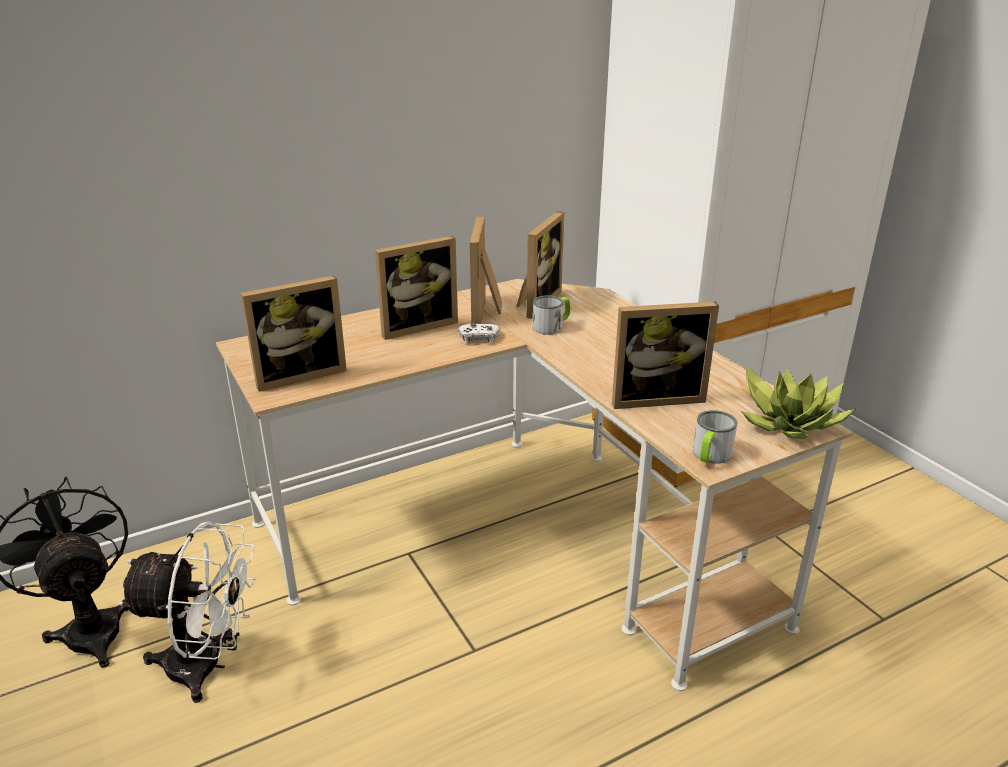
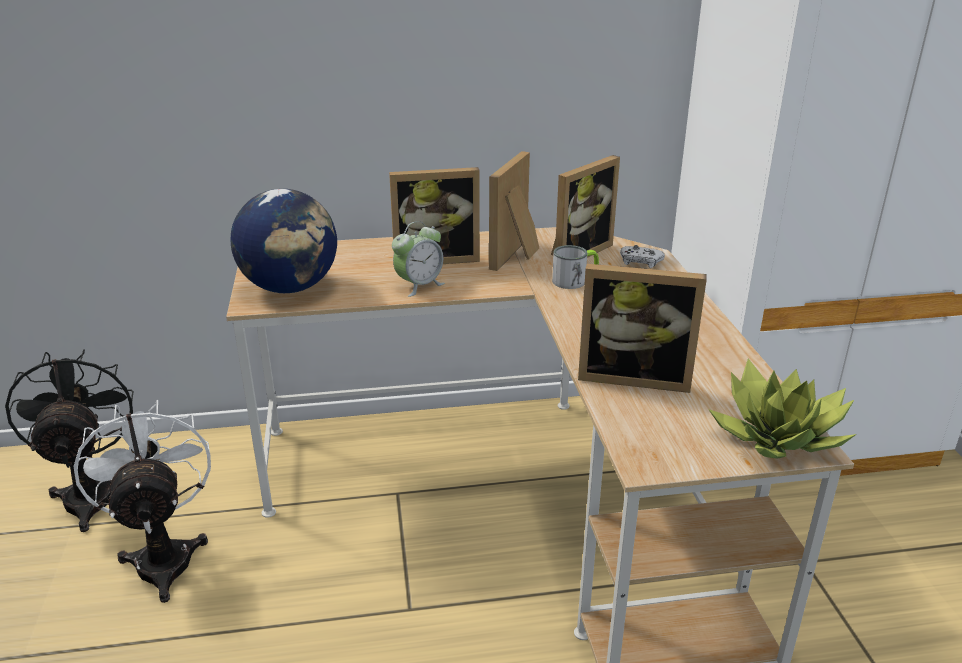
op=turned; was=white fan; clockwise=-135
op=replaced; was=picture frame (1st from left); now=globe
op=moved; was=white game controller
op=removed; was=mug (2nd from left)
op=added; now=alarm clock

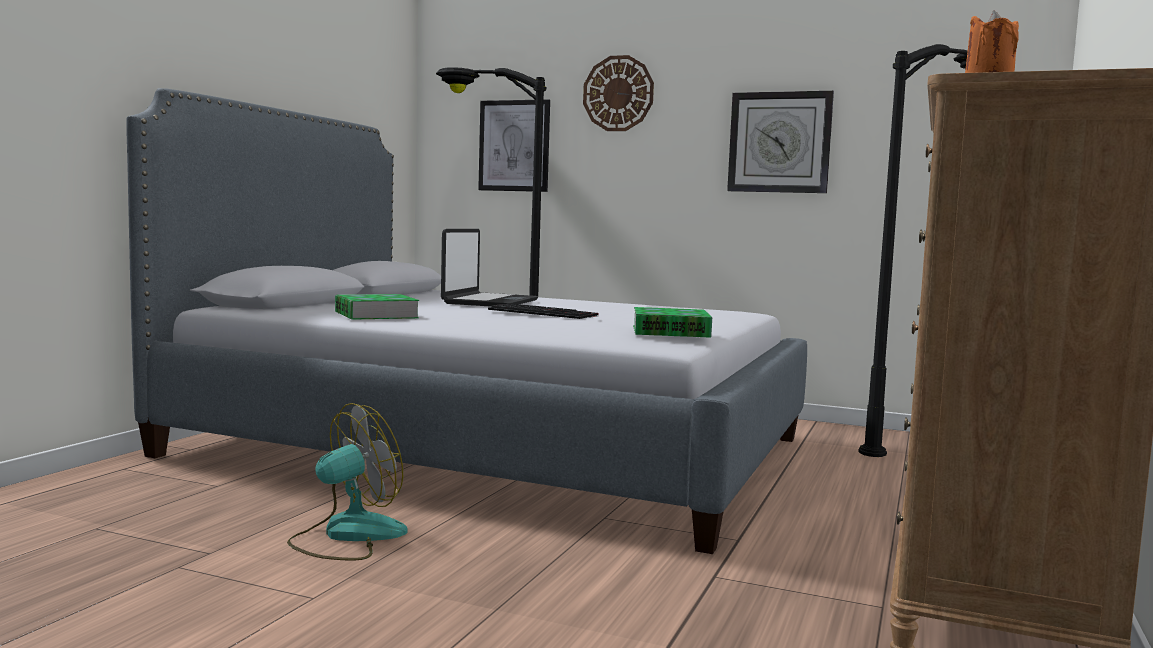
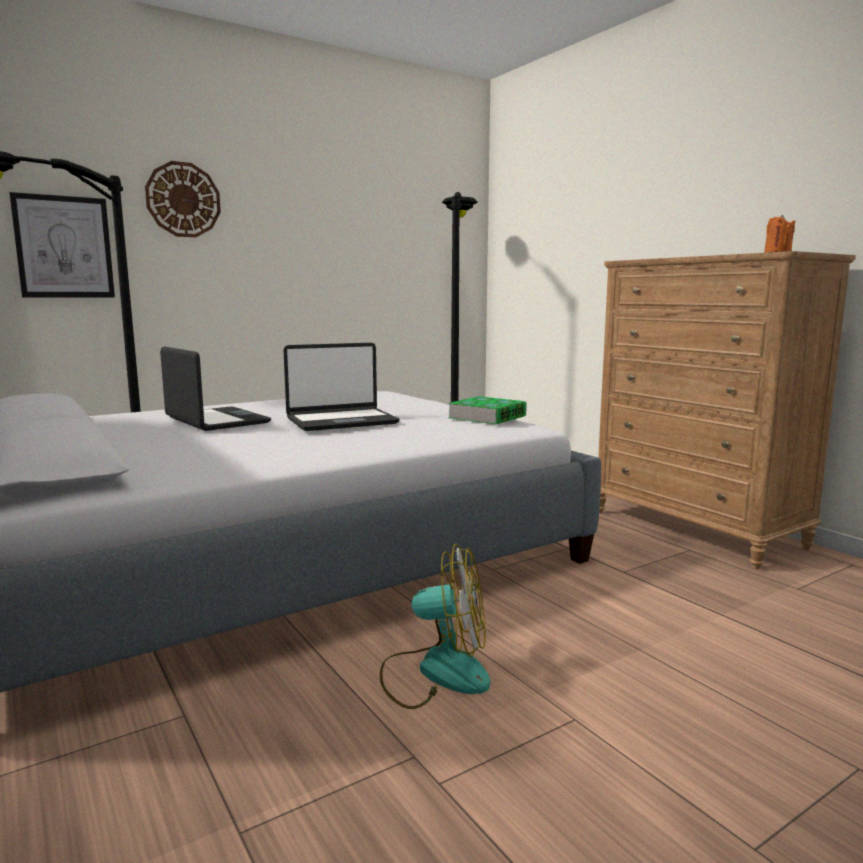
op=turned; was=fan; clockwise=105
op=removed; was=book (1st from left)
op=replaced; was=keyboard; now=laptop (2nd from left)
op=removed; was=wall clock (2nd from left)

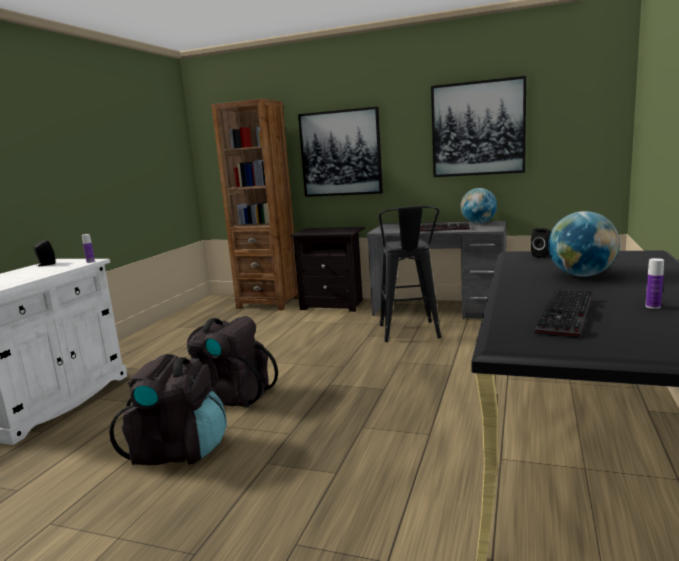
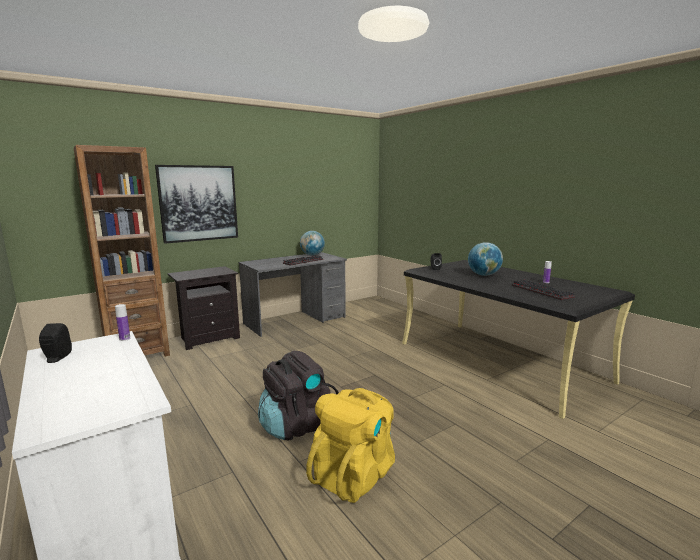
op=recoloured; was=black backpack (1st from left); now=yellow backpack
op=removed; was=black stool
op=removed; was=picture (2nd from left)

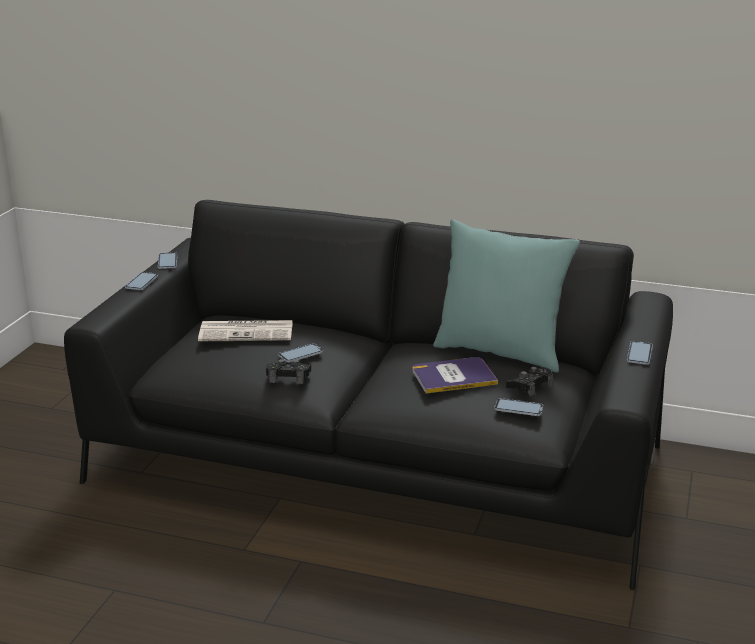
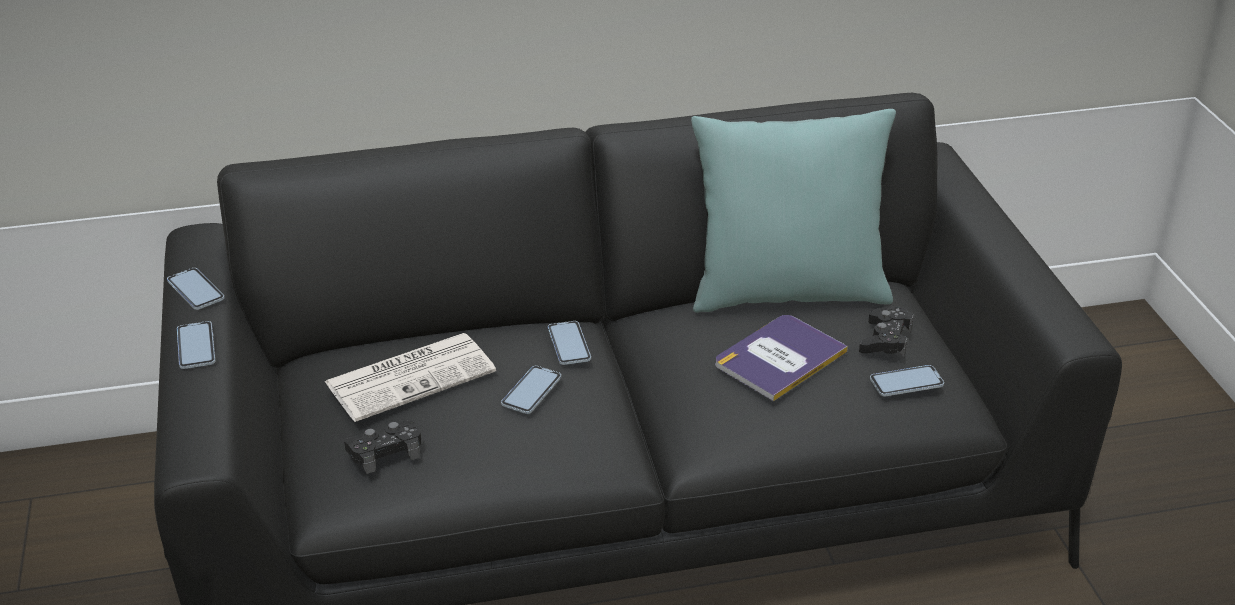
op=moved; was=black game controller (1st from left)
op=moved; was=phone (5th from left in the first image); now=phone (4th from left)

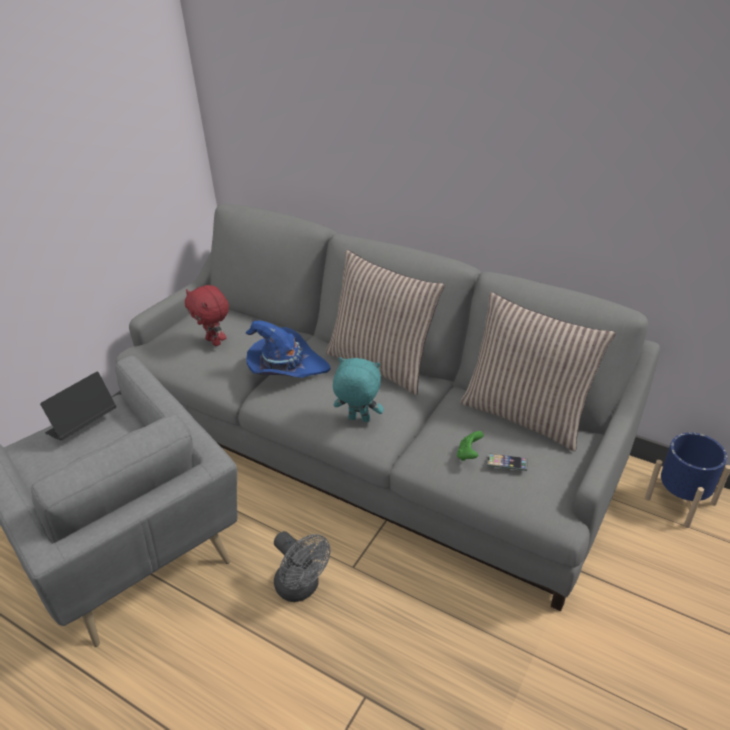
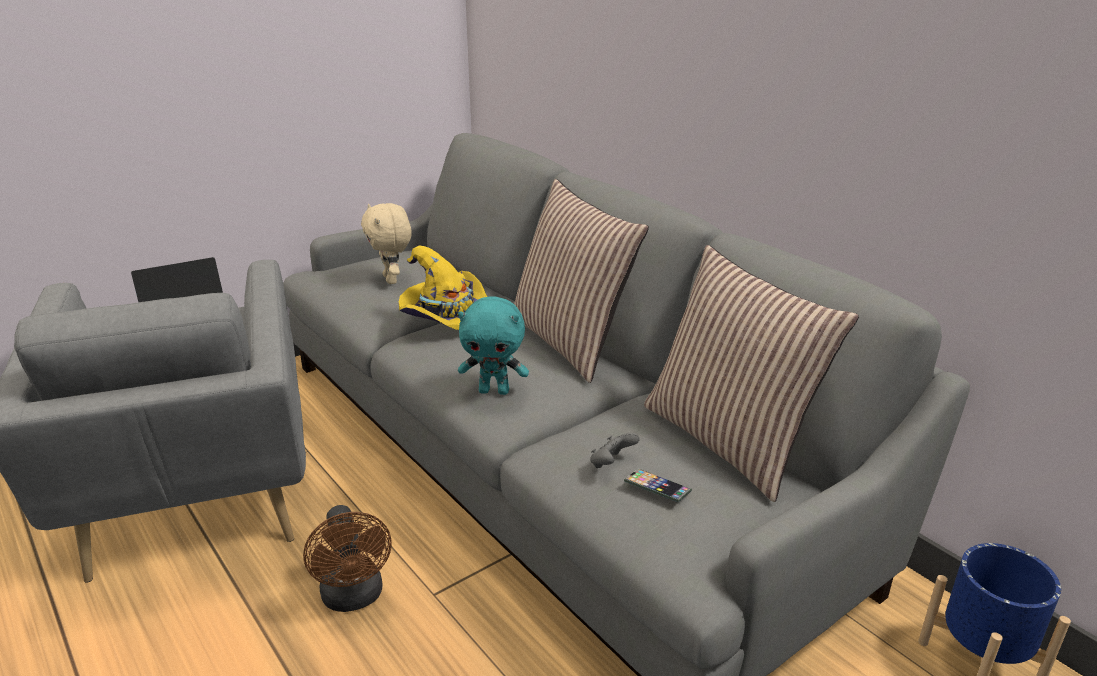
op=recoloured; was=red plush toy; now=beige plush toy
op=recoloured; was=blue hat; now=yellow hat
op=recoloured; was=grey fan; now=brown fan
op=turned; was=turquoise plush toy; clockwise=150
op=recoloured; was=green game controller; now=grey game controller

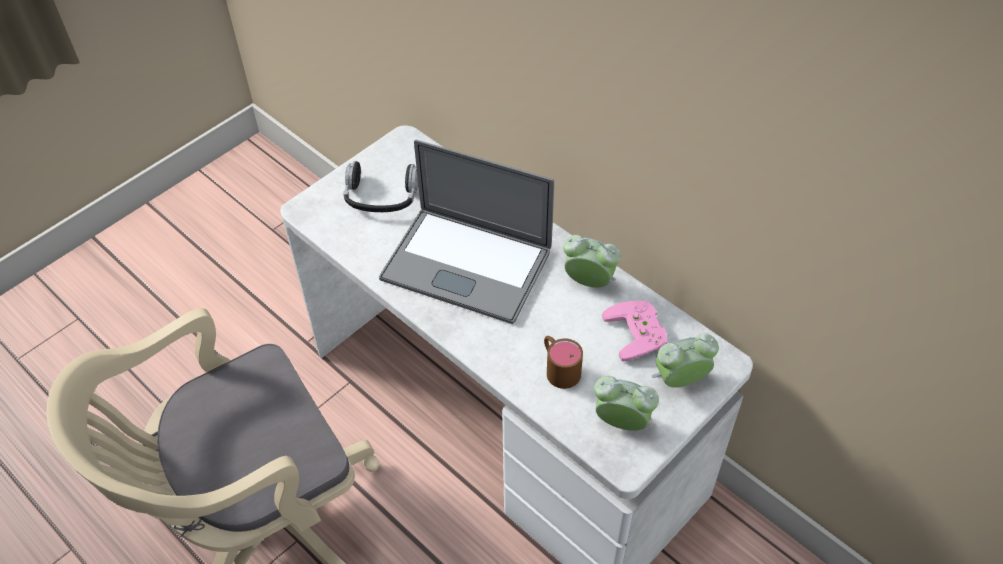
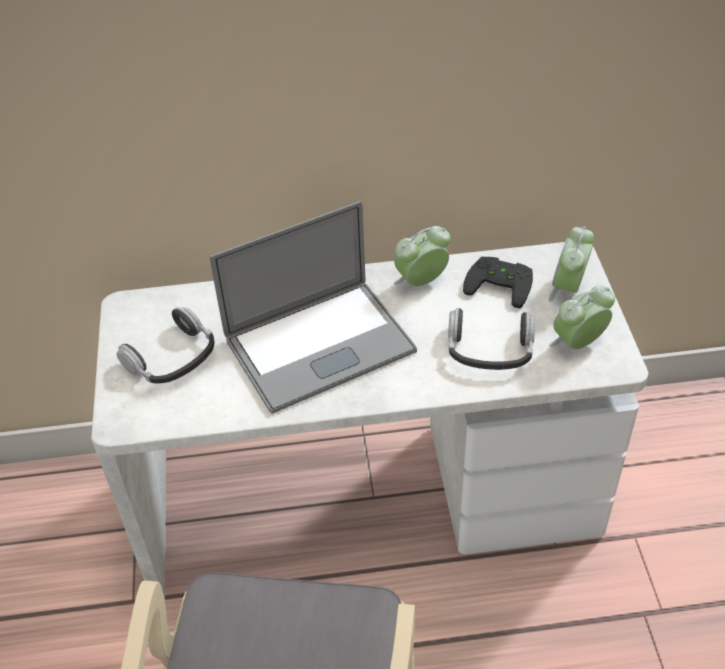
op=replaced; was=brown mug; now=headphones (2nd from left)
op=recoloured; was=pink game controller; now=black game controller

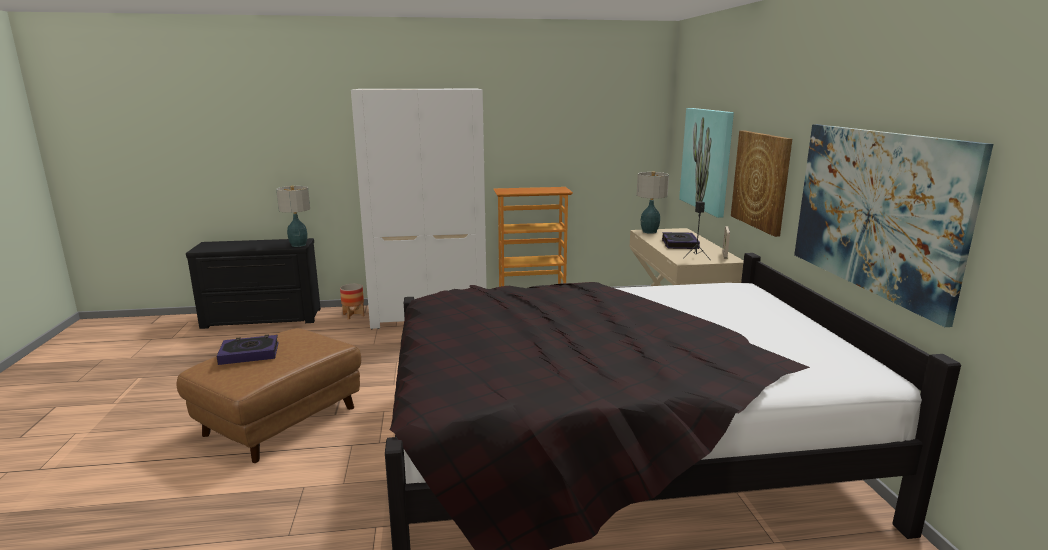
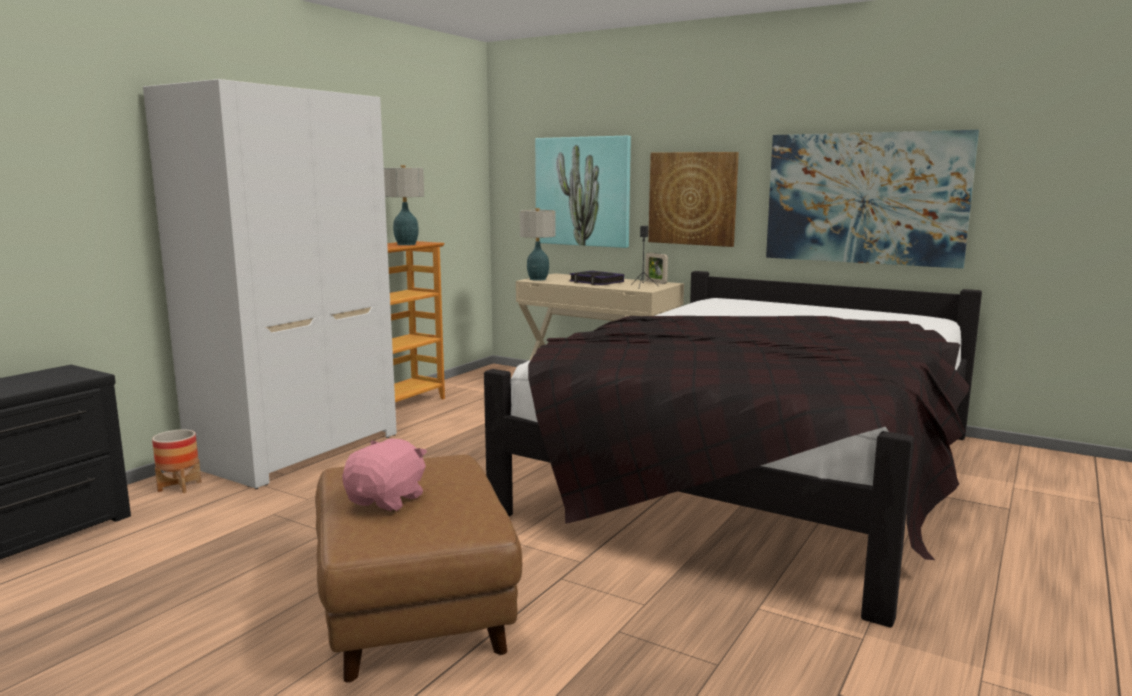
op=replaced; was=book (1st from left); now=pink plush toy
op=moved; was=table lamp (1st from left)

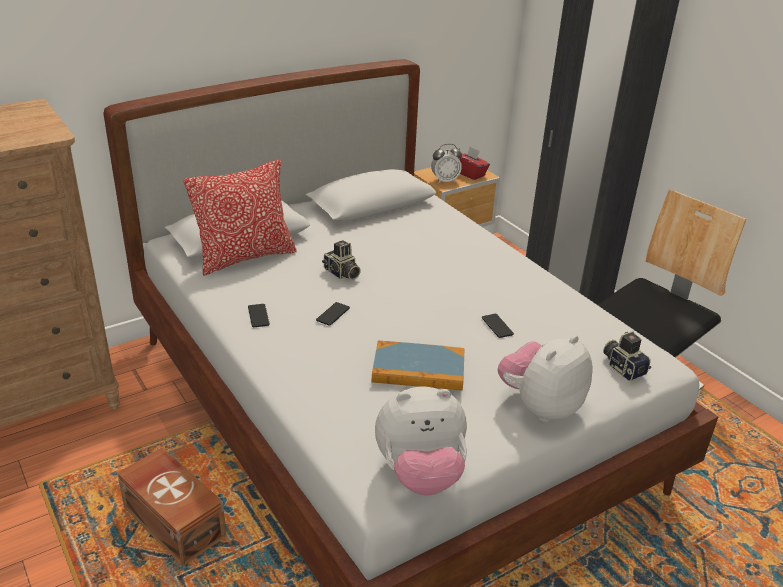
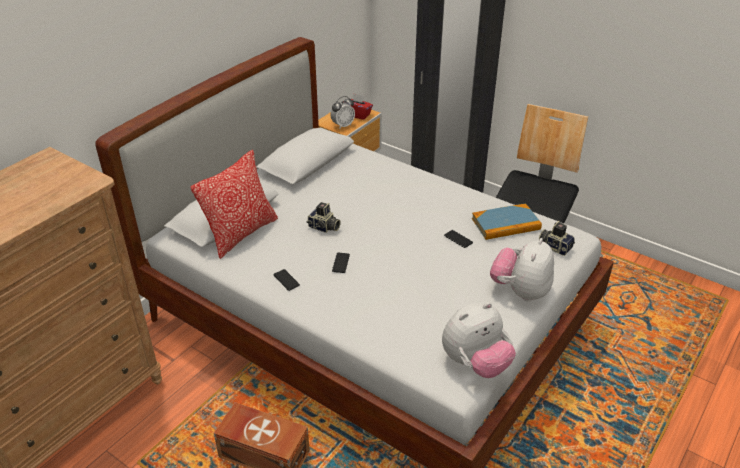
op=moved; was=book

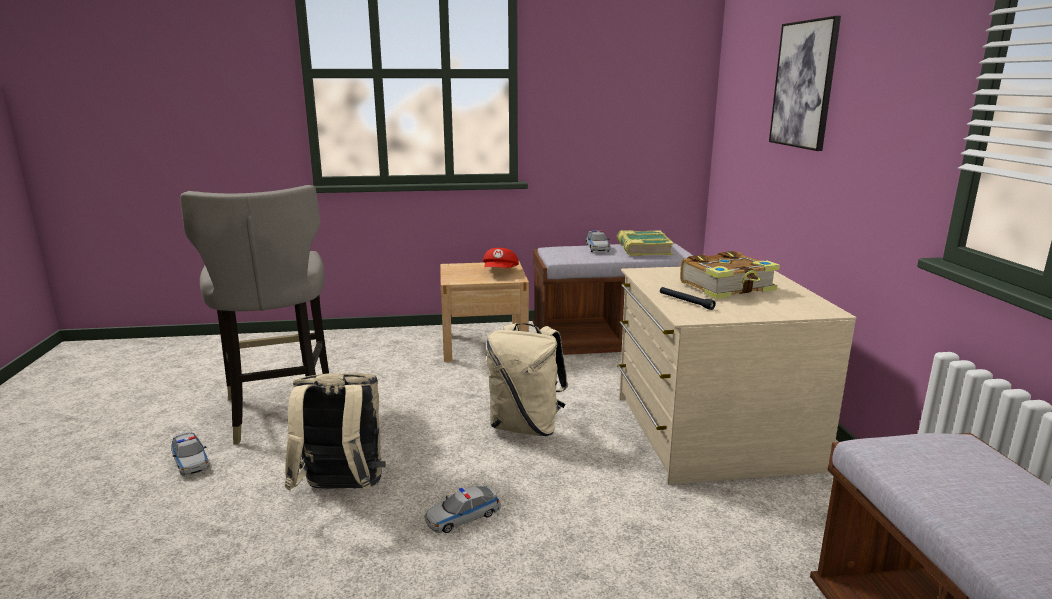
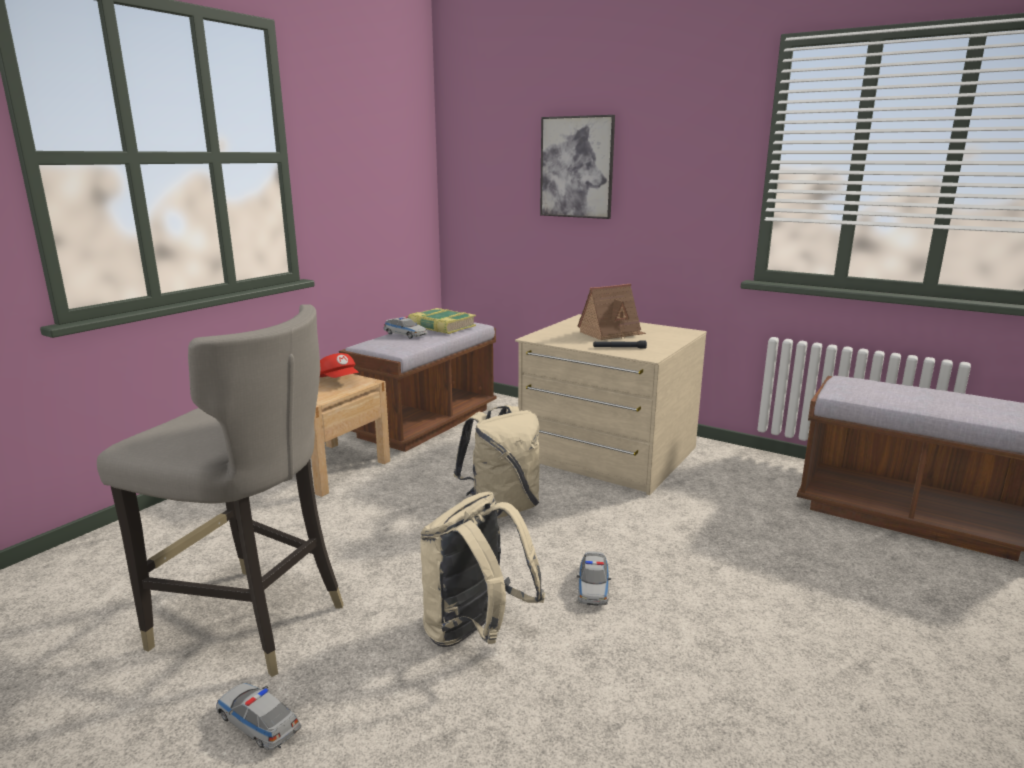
op=turned; was=toy car (1st from left); clockwise=-150
op=replaced; was=book (2nd from left); now=toy house

